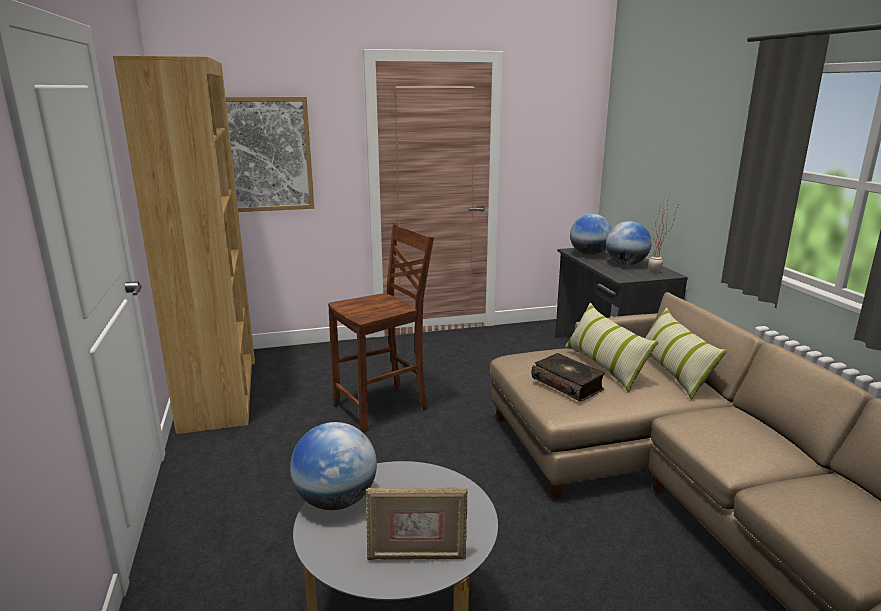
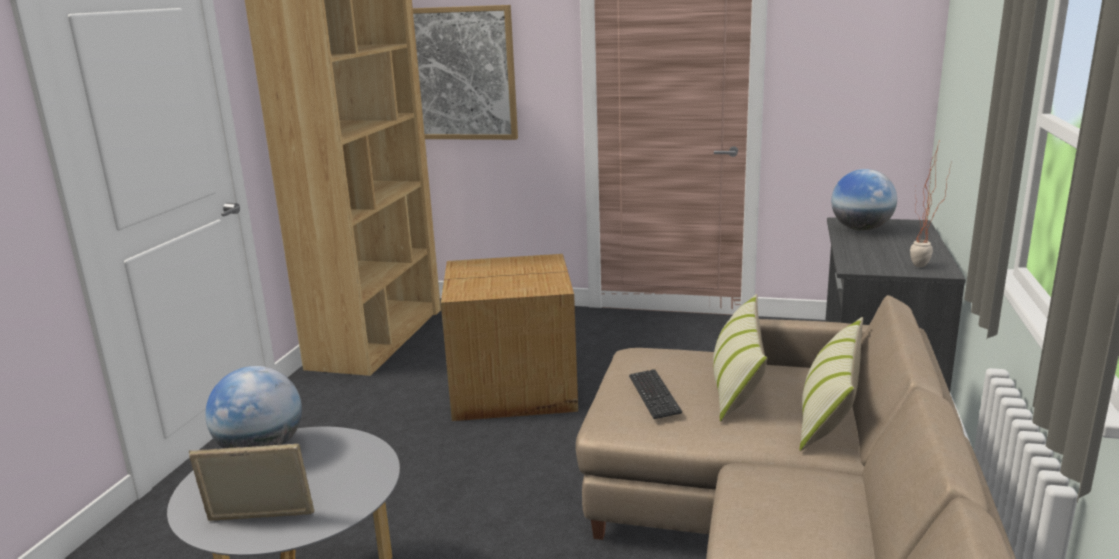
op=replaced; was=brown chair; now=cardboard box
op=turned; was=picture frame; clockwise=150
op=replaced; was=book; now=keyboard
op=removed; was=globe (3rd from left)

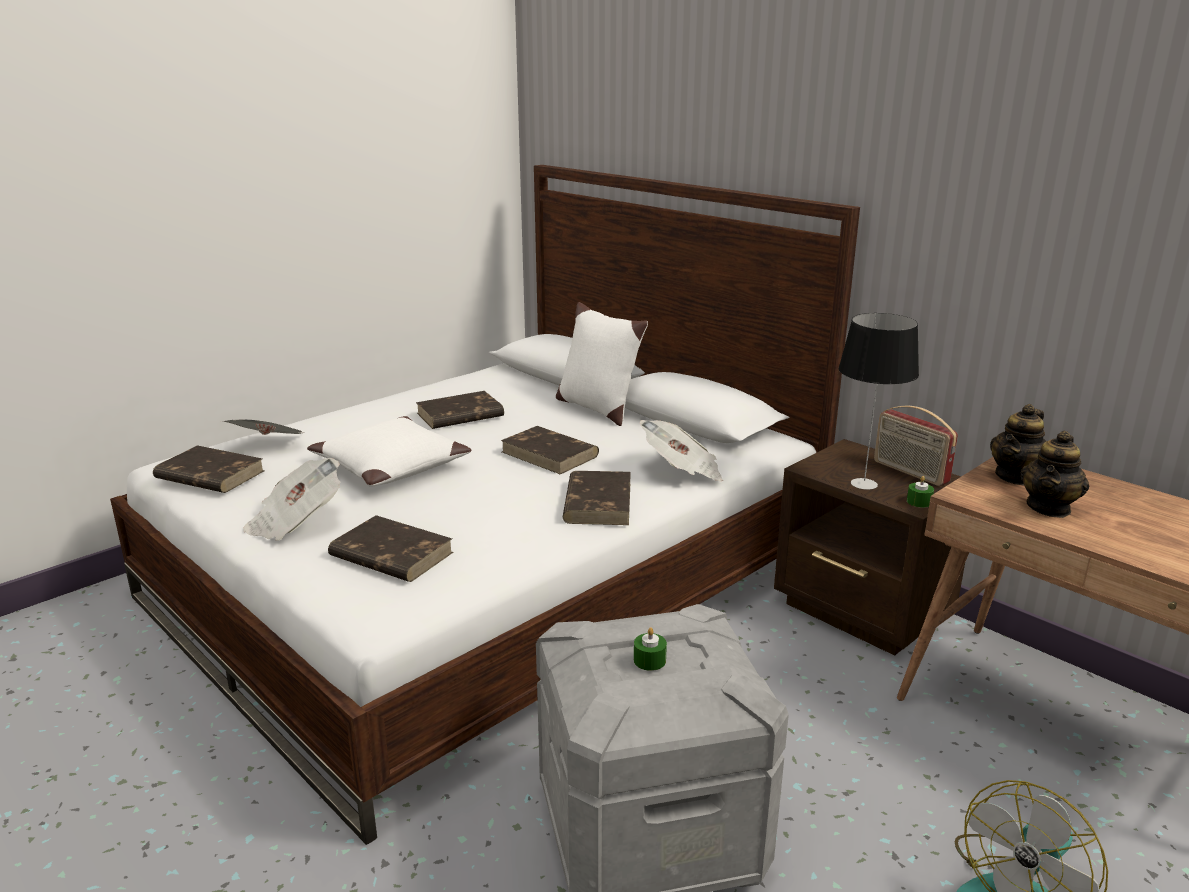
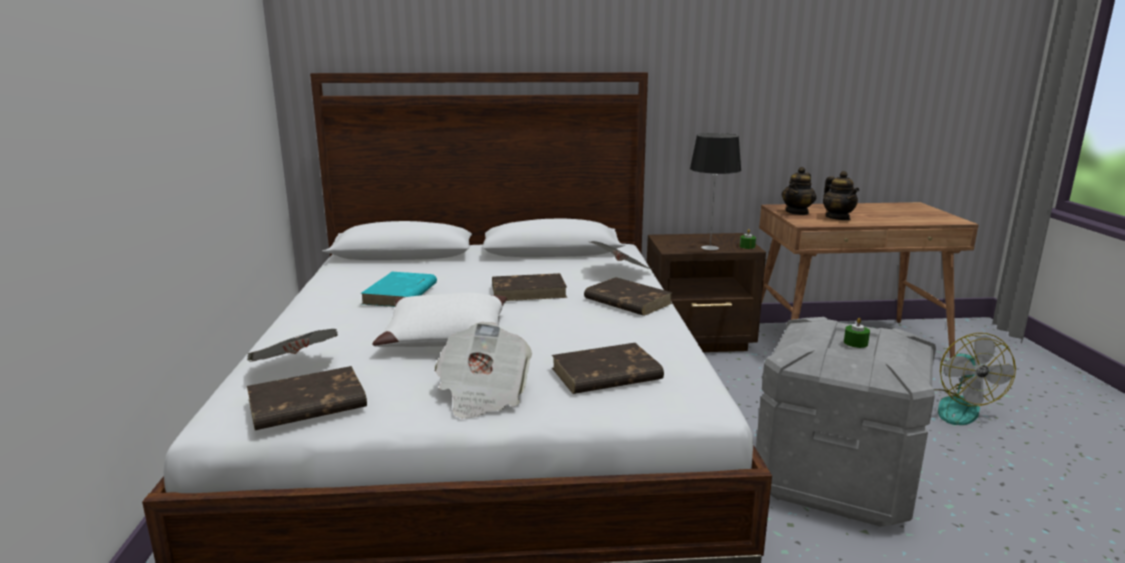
op=recoloured; was=brown book (3rd from left); now=turquoise book
op=removed; was=white pillow (2nd from left)
op=removed; was=radio
op=turned; was=teapot (1st from left); clockwise=45

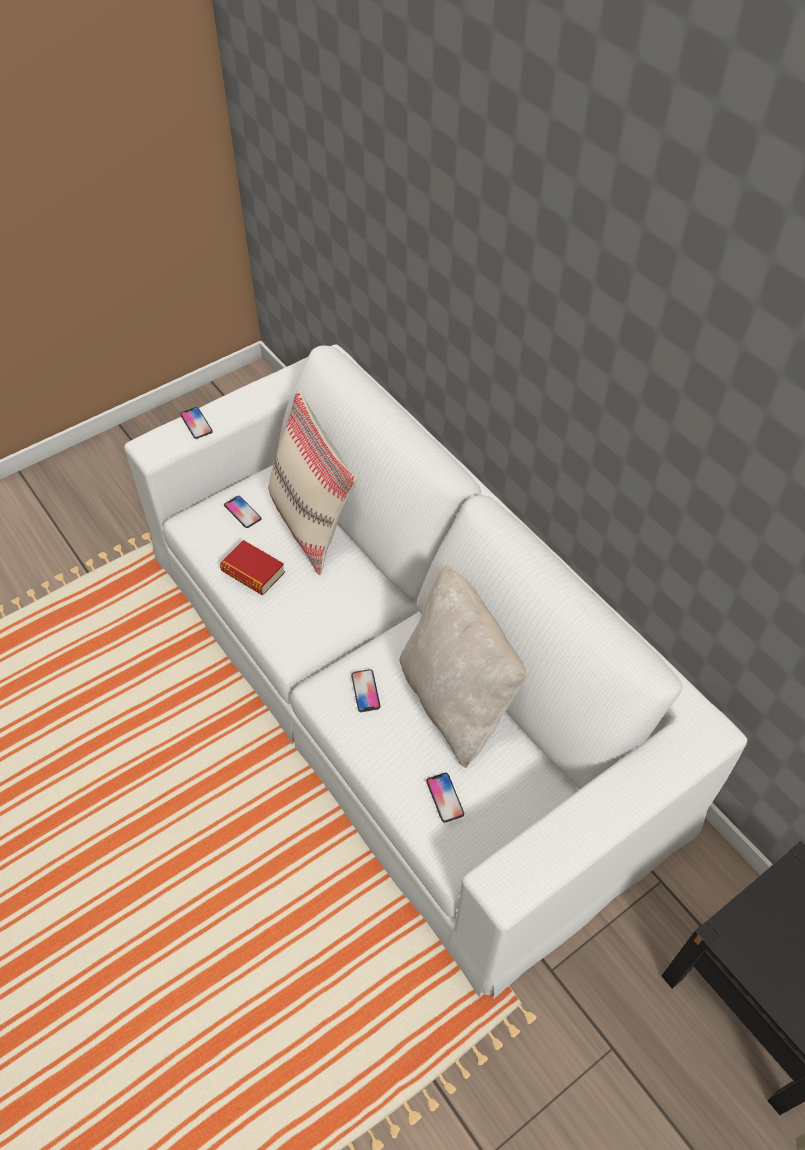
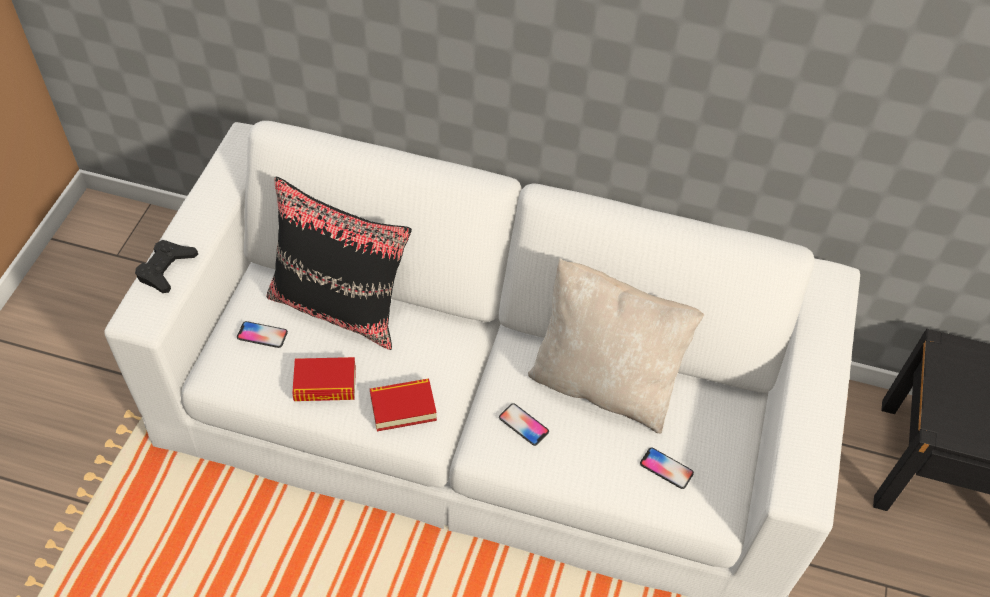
op=replaced; was=phone (1st from left); now=black game controller
op=recoloured; was=beige pillow (1st from left); now=black pillow
op=added; now=book (2nd from left)

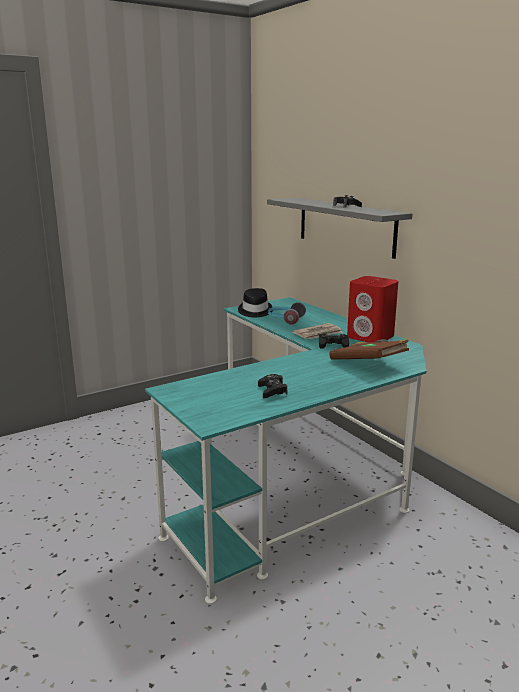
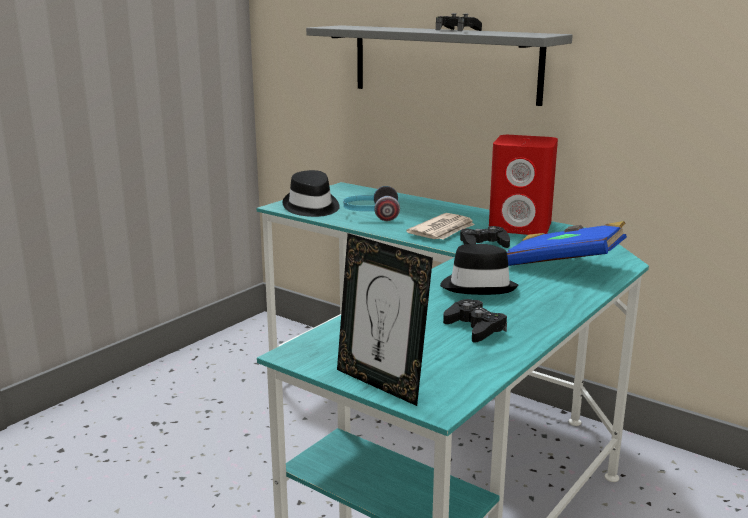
op=recoloured; was=brown book; now=blue book
op=added; now=picture frame
op=added; now=black hat (2nd from left)

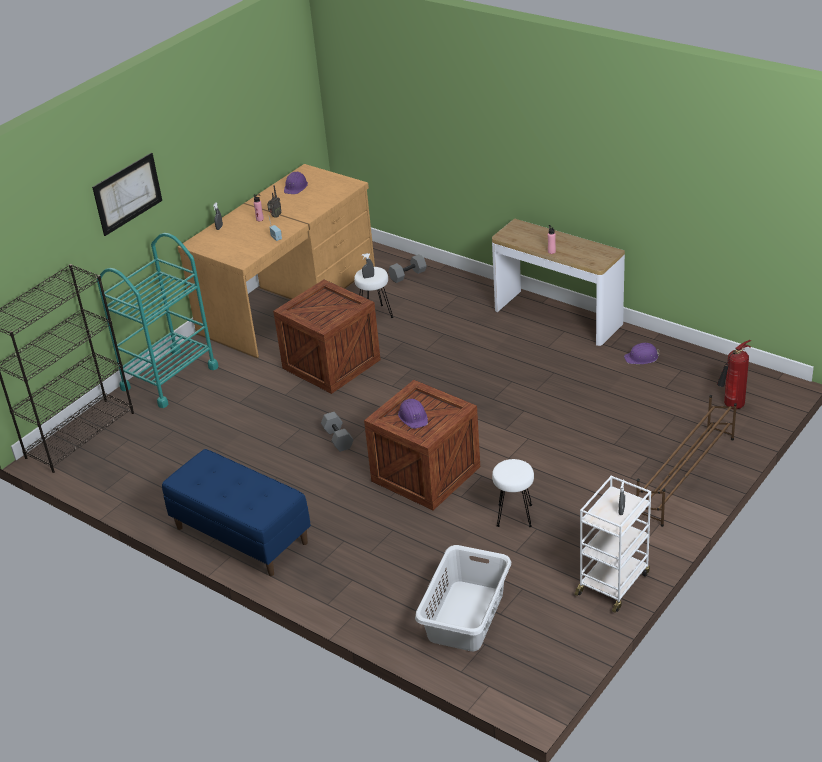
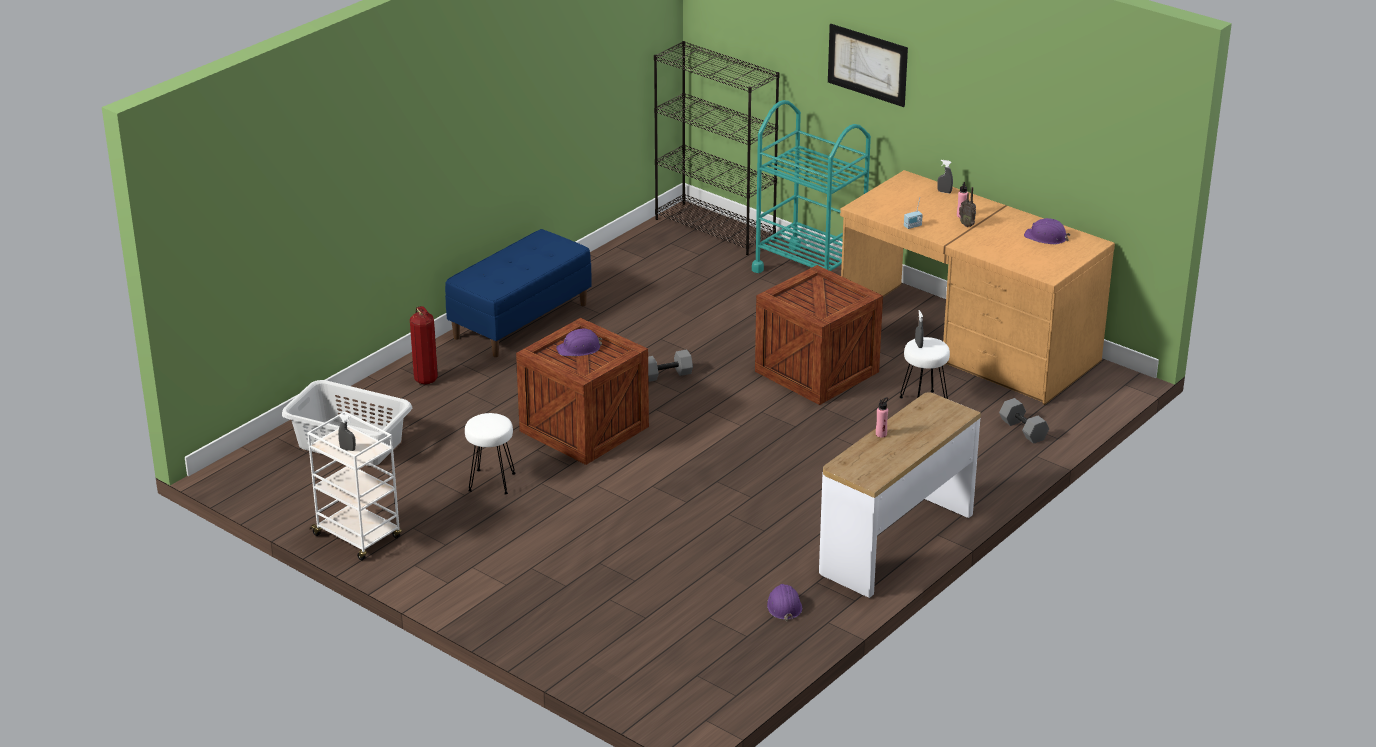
op=removed; was=brown shoe rack
op=moved; was=fire extinguisher

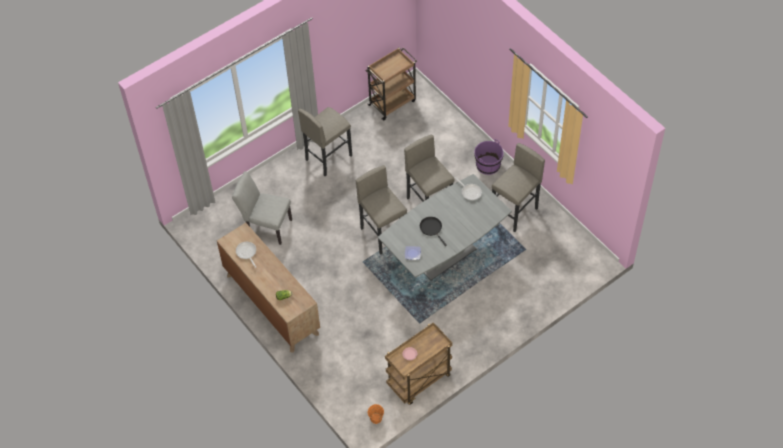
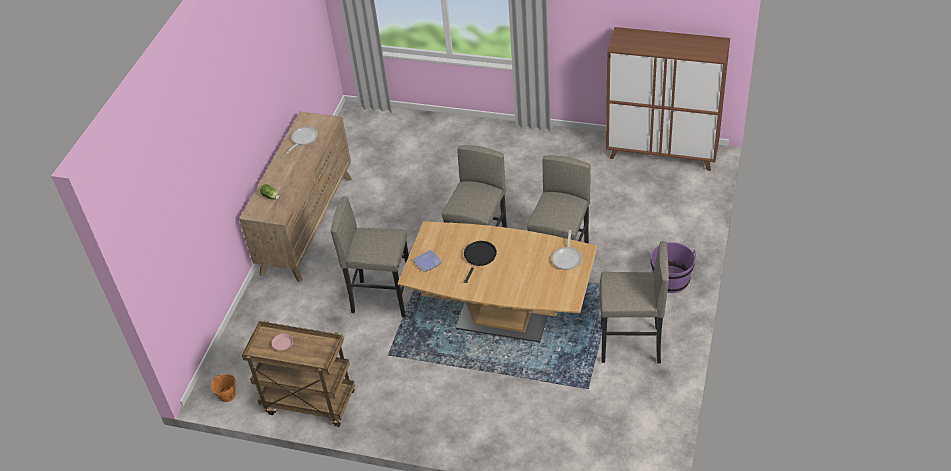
op=removed; was=grey chair
op=moved; was=grey stool (1st from left)
op=replaced; was=brown cart (1st from left); now=brown cabinet
op=recoloured; was=grey dining table; now=brown dining table

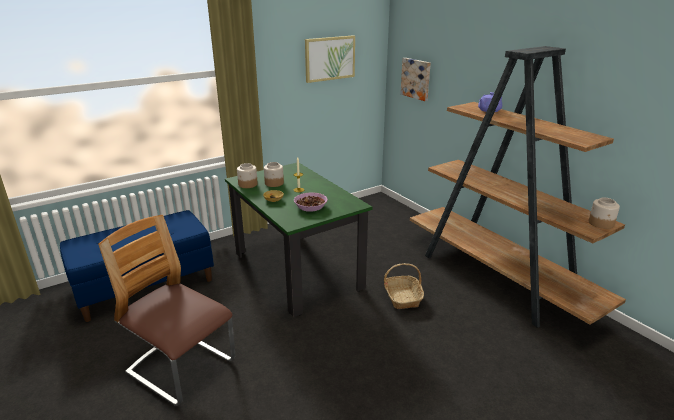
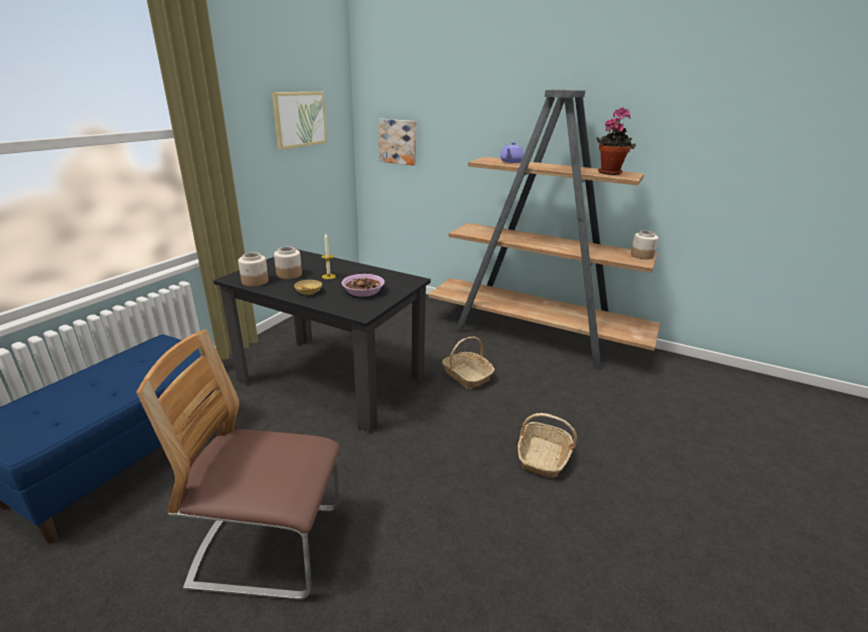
op=recoloured; was=green dining table; now=black dining table
op=added; now=basket (2nd from left)
op=added; now=potted plant

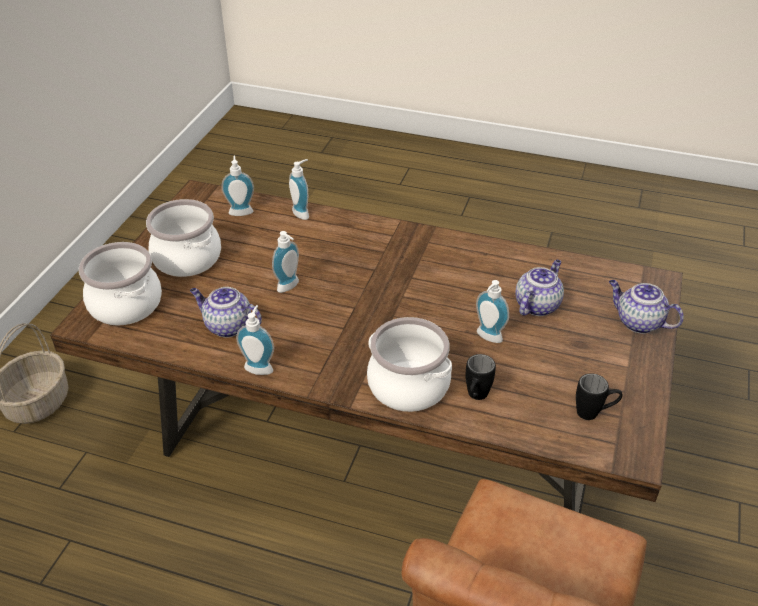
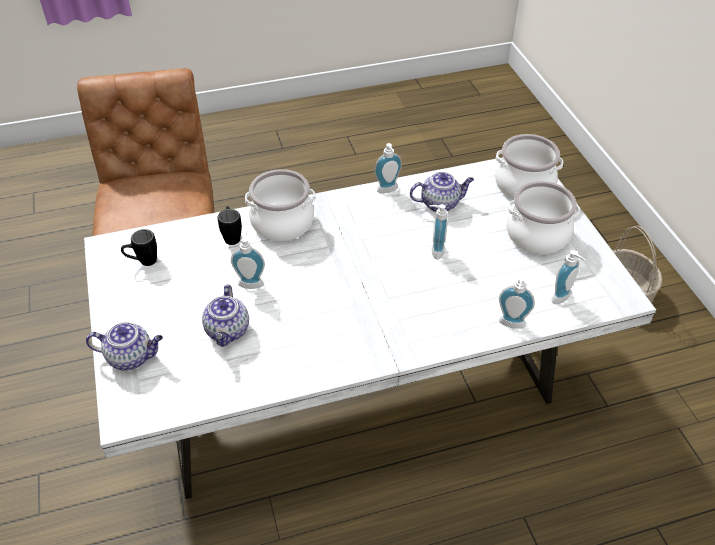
op=recoloured; was=brown dining table; now=white dining table

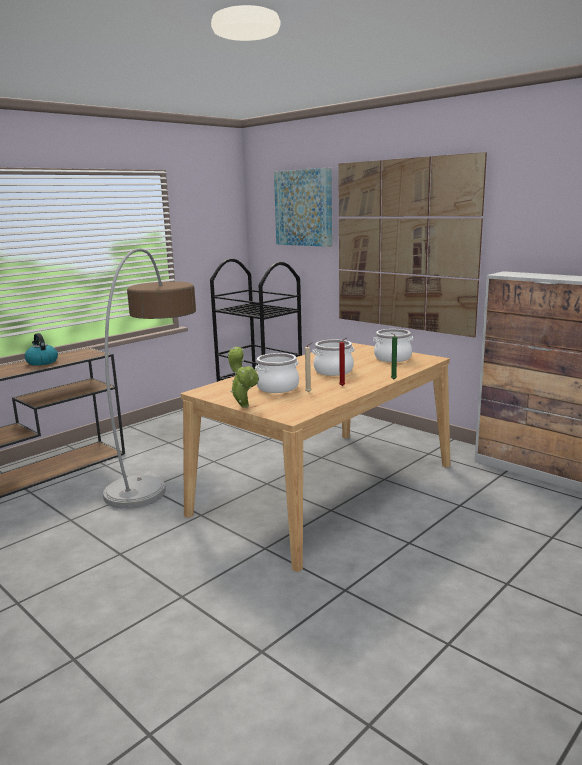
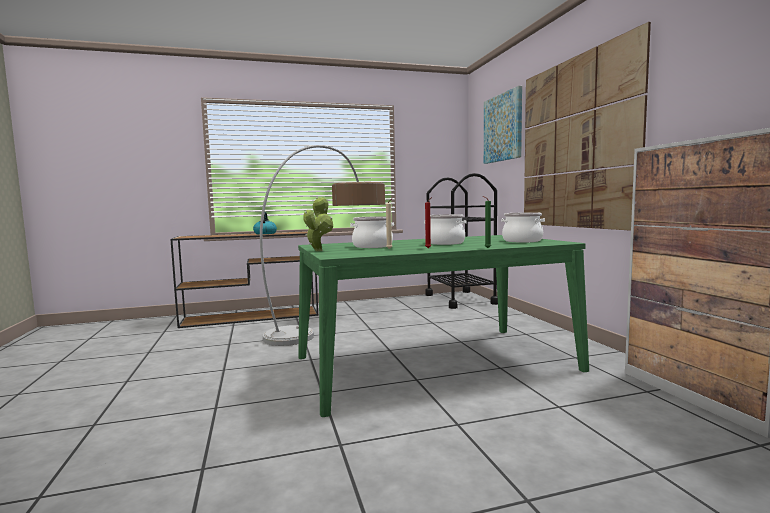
op=recoloured; was=beige dining table; now=green dining table

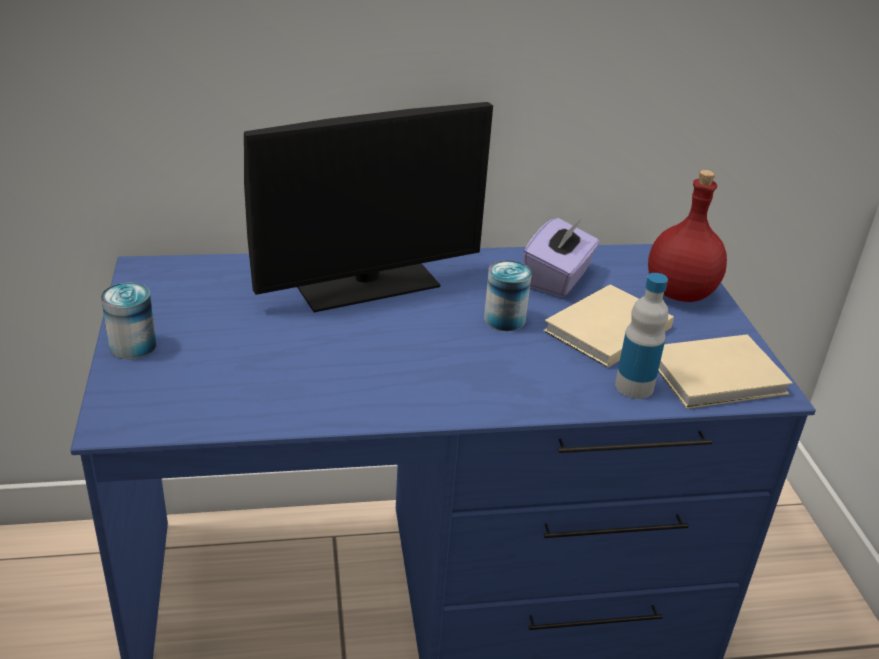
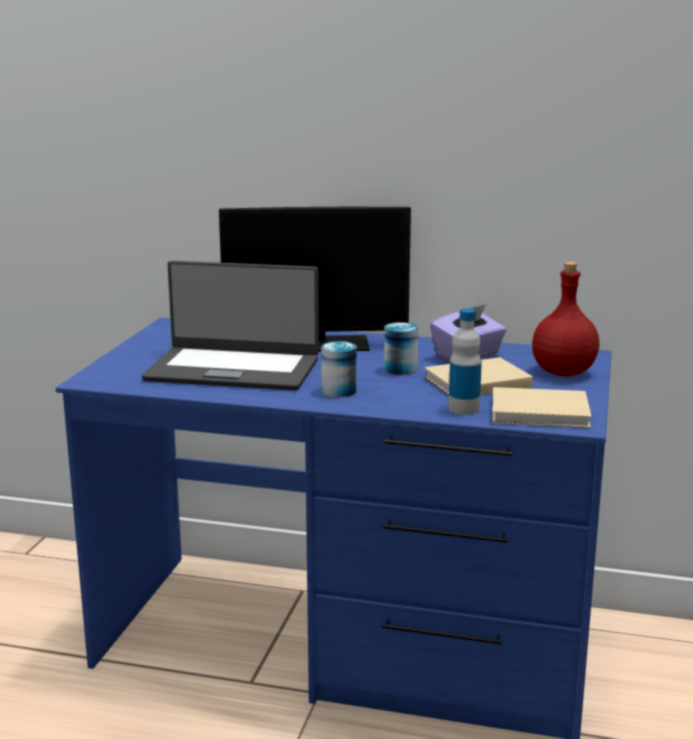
op=moved; was=can (1st from left)
op=added; now=laptop

